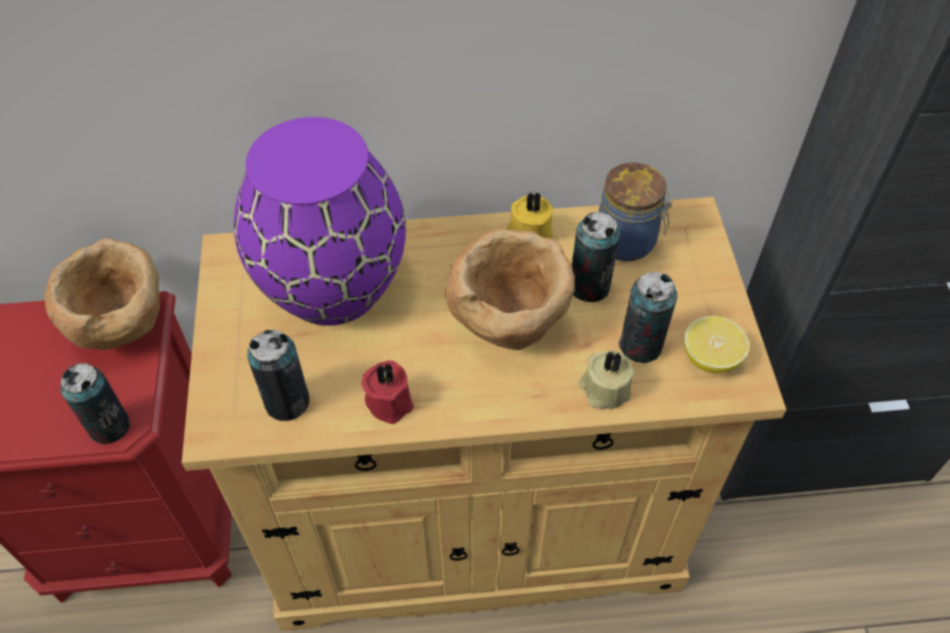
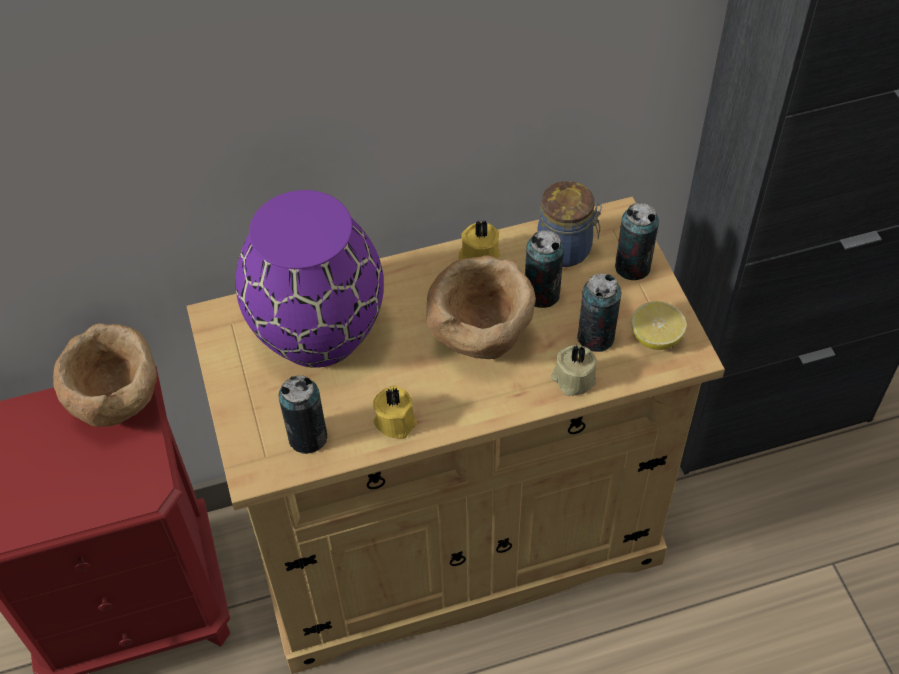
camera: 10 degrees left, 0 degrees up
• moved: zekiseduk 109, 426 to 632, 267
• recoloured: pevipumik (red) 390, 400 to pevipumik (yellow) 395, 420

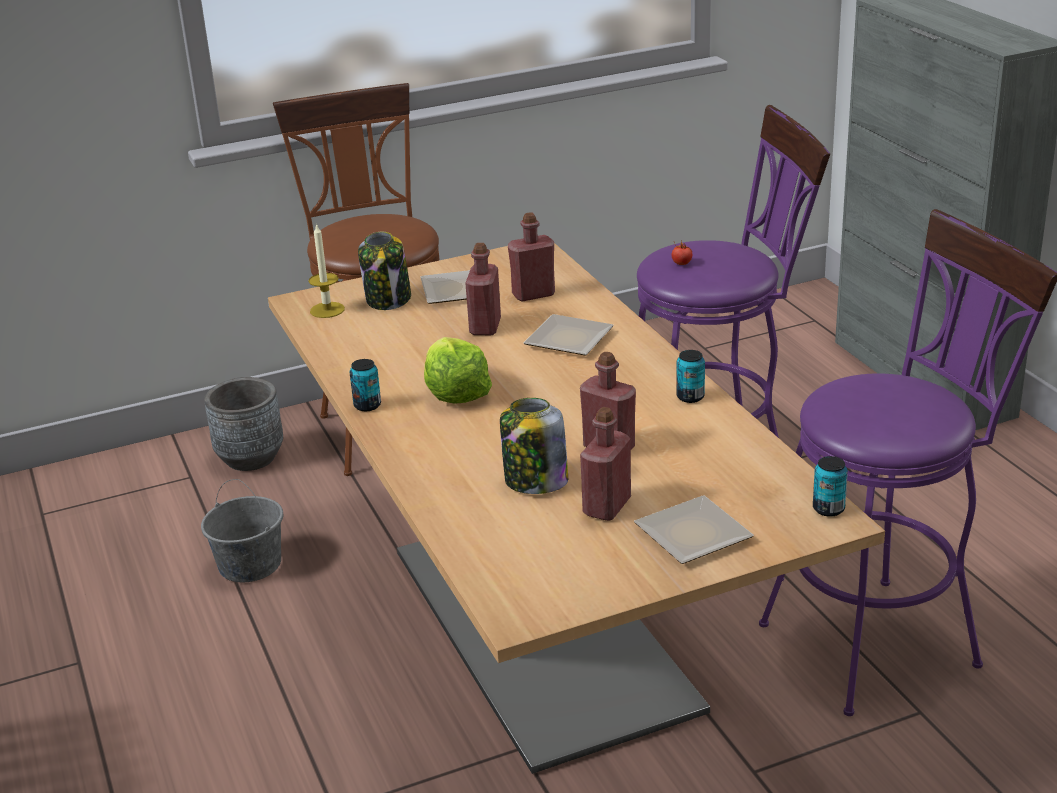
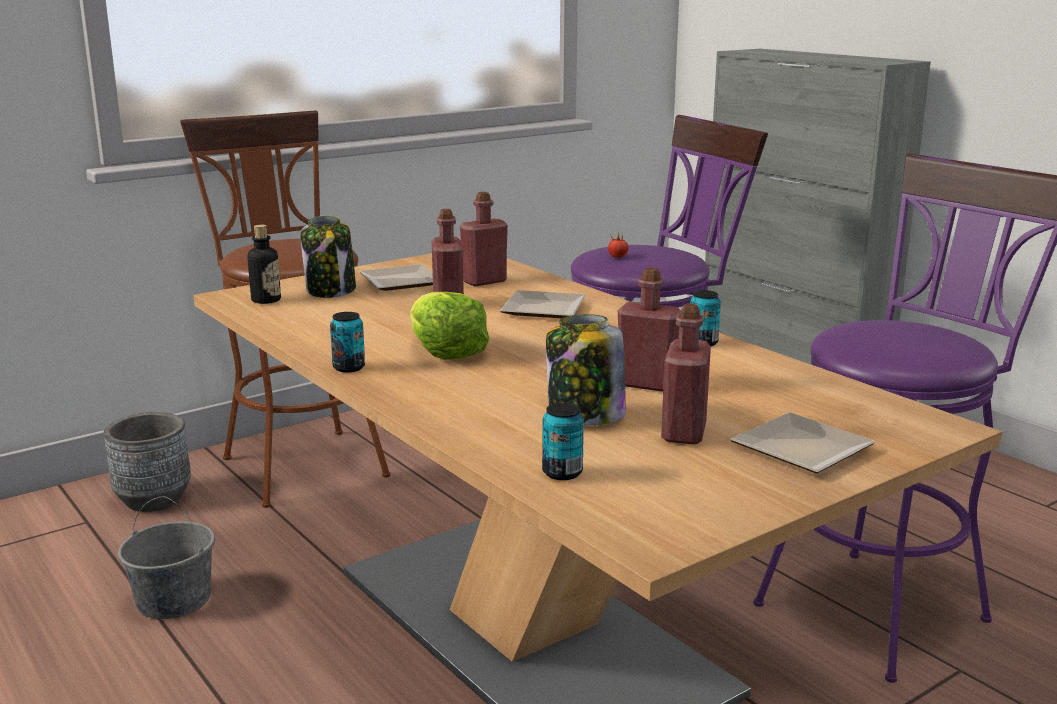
camera: 15 degrees left, 10 degrees down
• replaced: pevipumik 327, 310 to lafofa 266, 300
• moved: zekiseduk 828, 509 to 562, 472

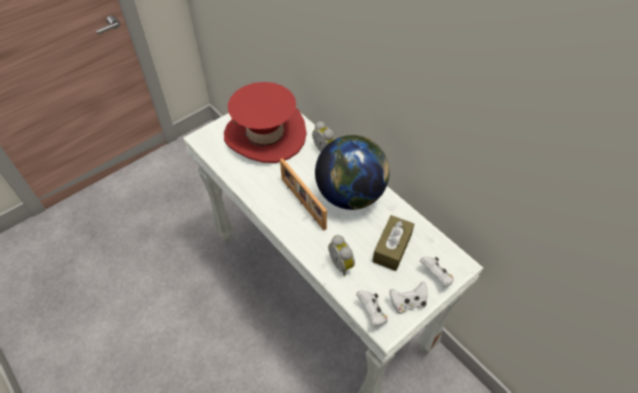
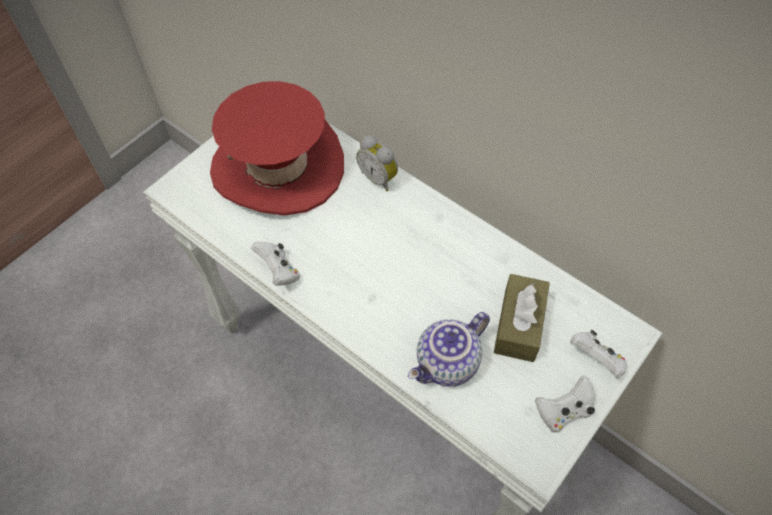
camera: 10 degrees left, 5 degrees up
• removed: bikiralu 302, 203
• removed: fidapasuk 350, 195
• replaced: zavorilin 342, 264 to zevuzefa 448, 364
• moved: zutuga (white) 372, 313 to 279, 271

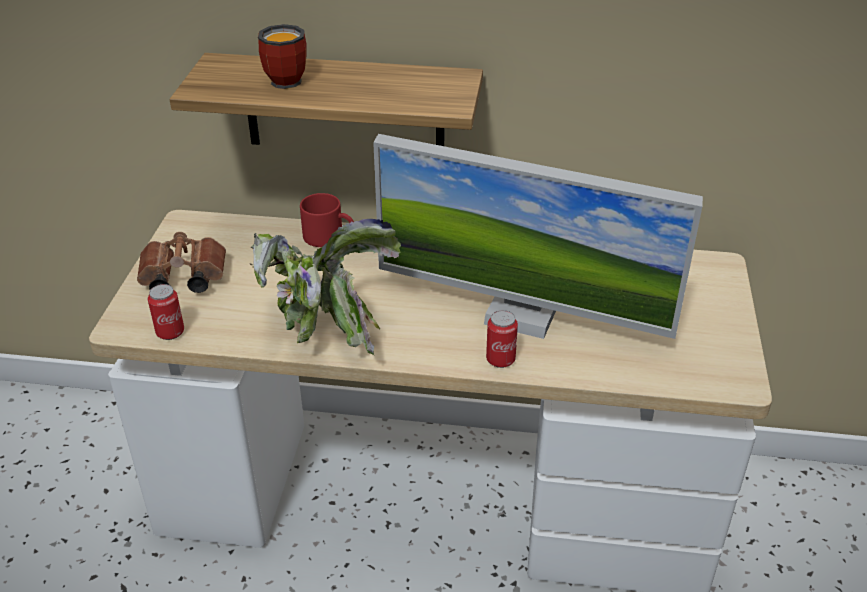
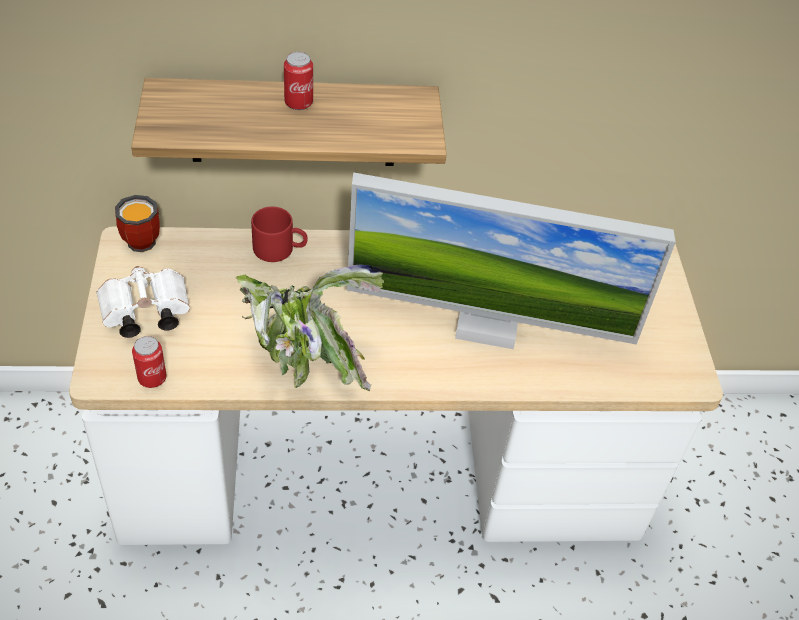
camera: 15 degrees left, 10 degrees up
• recoloured: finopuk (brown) 181, 280 to finopuk (white) 143, 314
• moved: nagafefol 286, 78 to 141, 238
• moved: zekiseduk 500, 359 to 298, 103

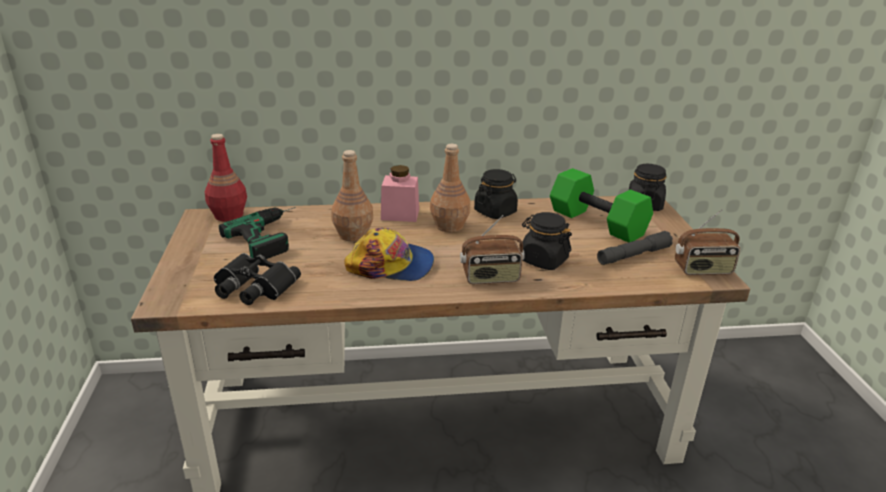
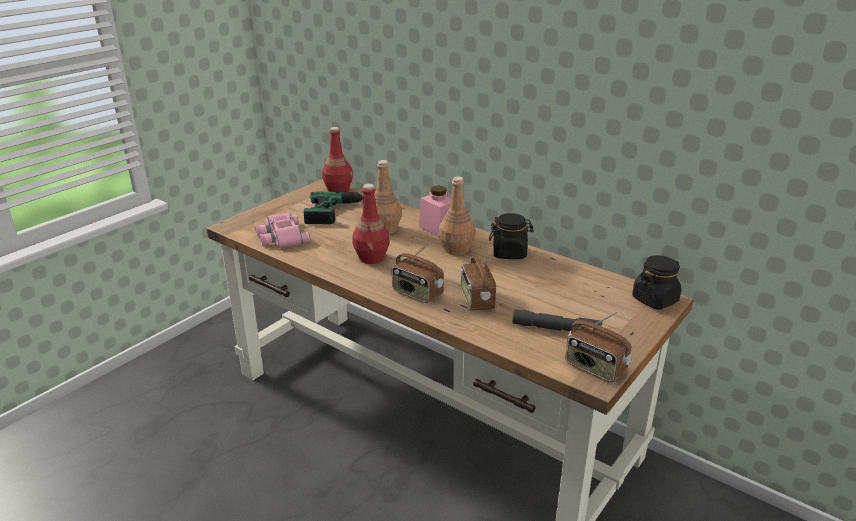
camera: 45 degrees right, 0 degrees up
• recoloured: finopuk (black) 252, 286 to finopuk (pink) 280, 236
• replaced: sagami 391, 265 to lafofa (red) 372, 257
• replaced: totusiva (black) 543, 260 to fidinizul 476, 300
• removed: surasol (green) 595, 223

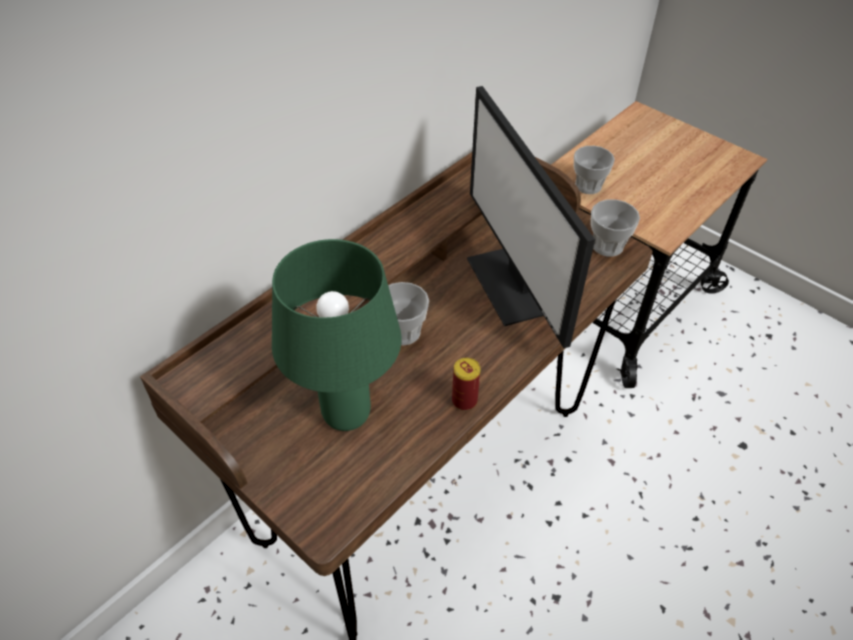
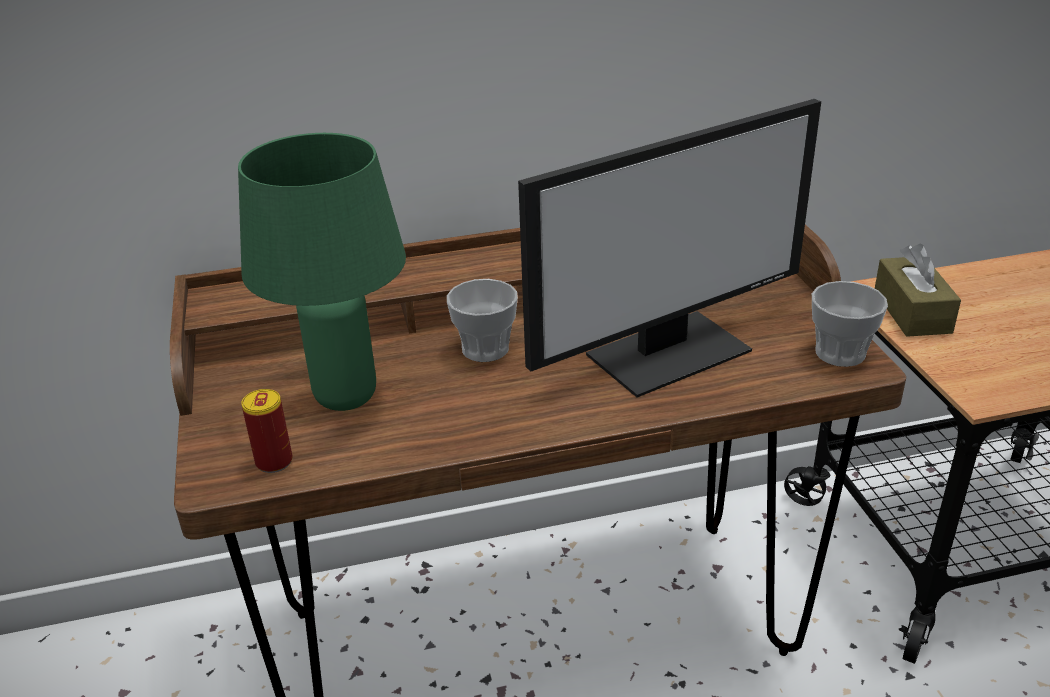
camera: 35 degrees right, 15 degrees down
• moved: zekiseduk 464, 400 to 274, 461
• turned: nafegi 515, 284 = 668, 351 135 degrees counterclockwise
• replaced: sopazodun 588, 186 to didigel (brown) 912, 312

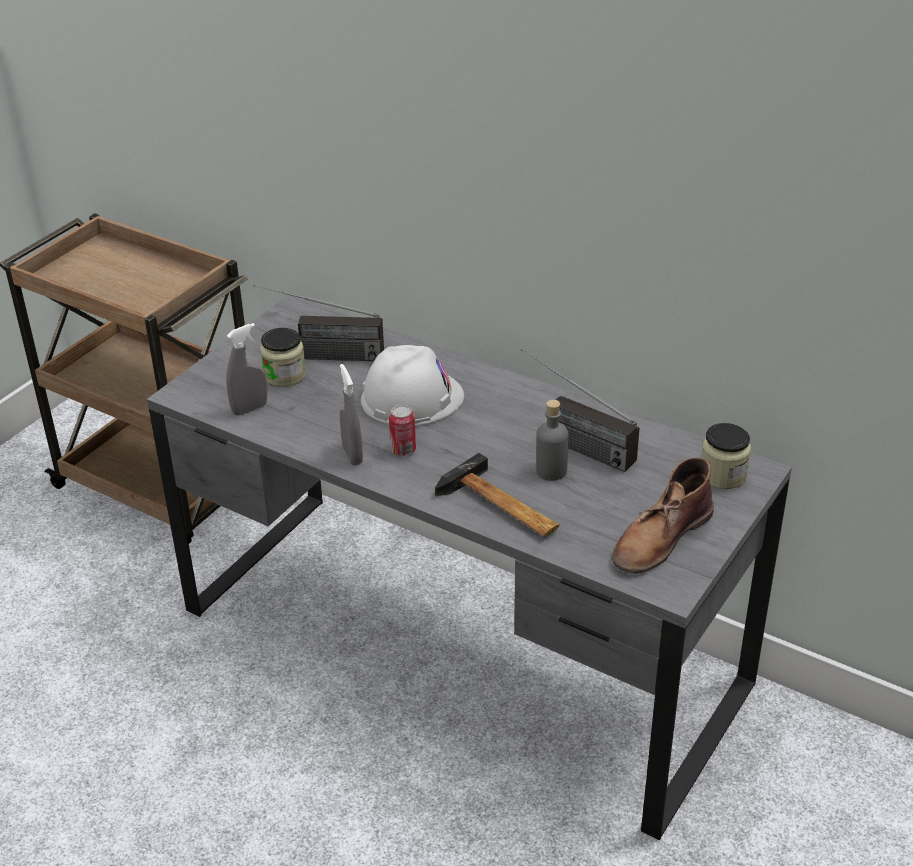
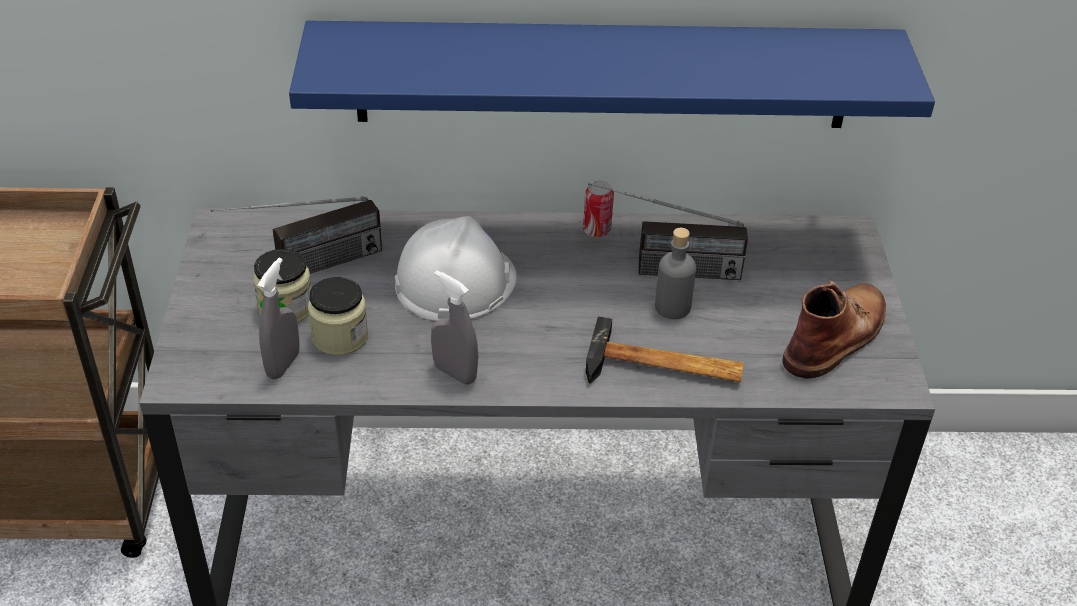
camera: 35 degrees left, 5 degrees up
• moved: zekiseduk 403, 450 to 596, 230
• turned: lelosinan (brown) 660, 537 = 836, 335 150 degrees counterclockwise
• moved: totusiva 722, 475 to 340, 337
• added: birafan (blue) 603, 75

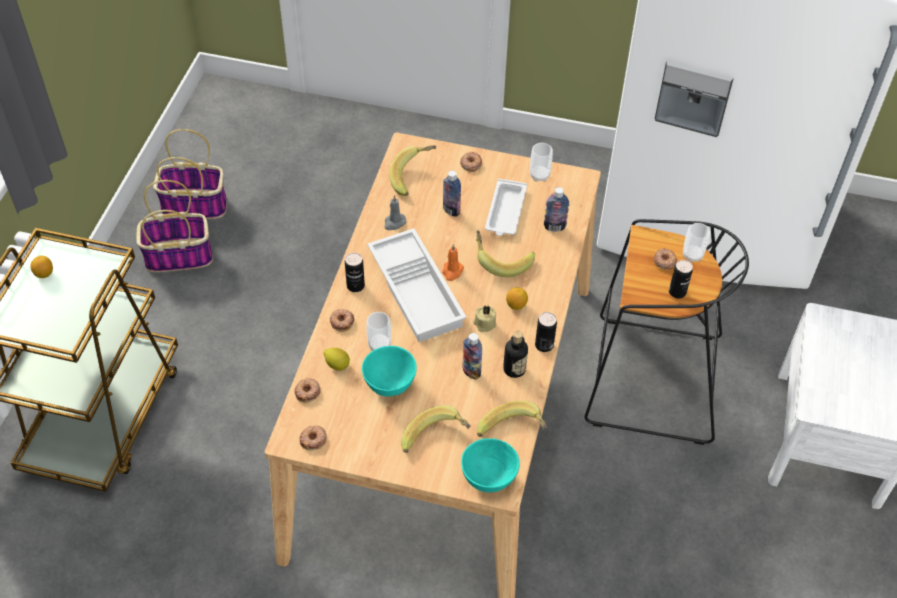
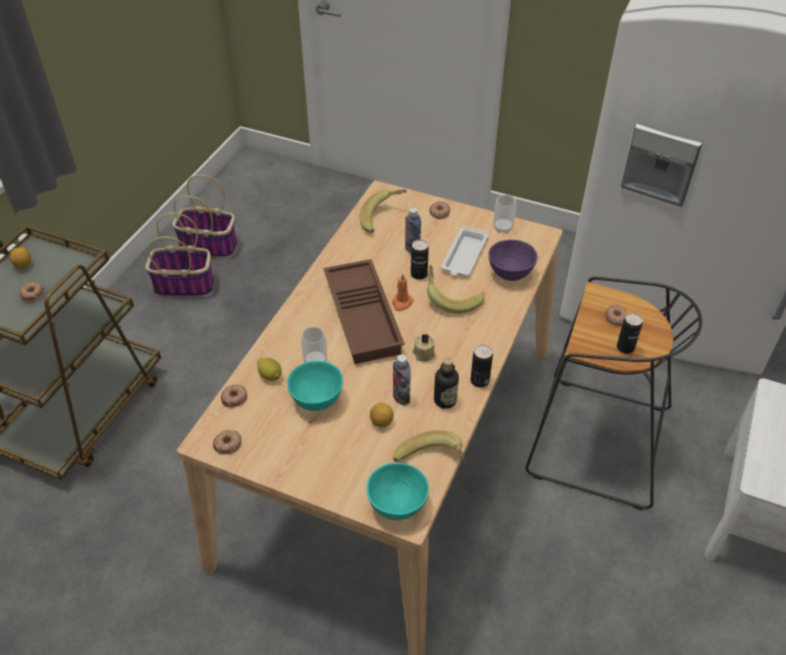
camera: 10 degrees right, 5 degrees down
• moved: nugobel 342, 321 to 32, 294
• moved: zekiseduk 355, 286 to 419, 274
• recoloured: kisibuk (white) 418, 290 to kisibuk (brown) 364, 316
• removed: pevipumik (grey) 394, 223
• removed: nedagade 436, 440
• moved: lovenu 516, 305 to 381, 422
• replaced: lafofa 554, 227 to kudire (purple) 509, 274
• removed: sopazodun 692, 255

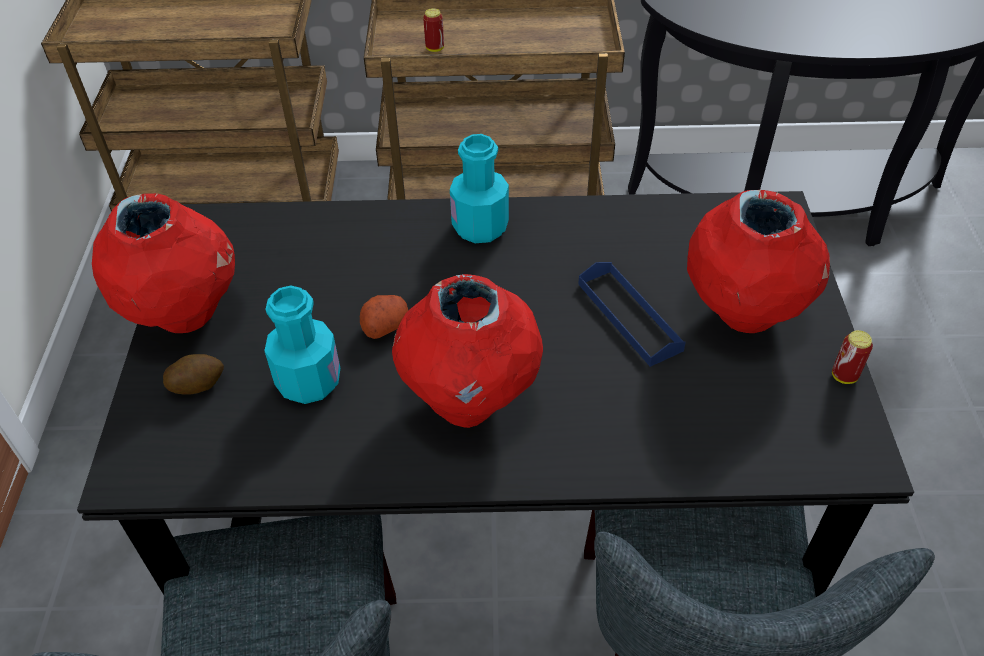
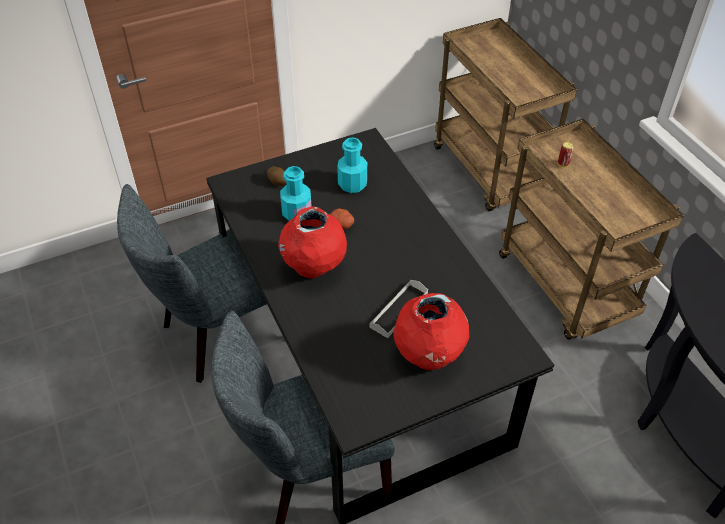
camera: 65 degrees right, 0 degrees up
• removed: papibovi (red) 185, 314
• moved: lafofa (turquoise) 480, 227 to 352, 184
• recoloured: kisibuk (blue) 629, 316 to kisibuk (grey) 399, 310
• removed: zekiseduk 844, 376

